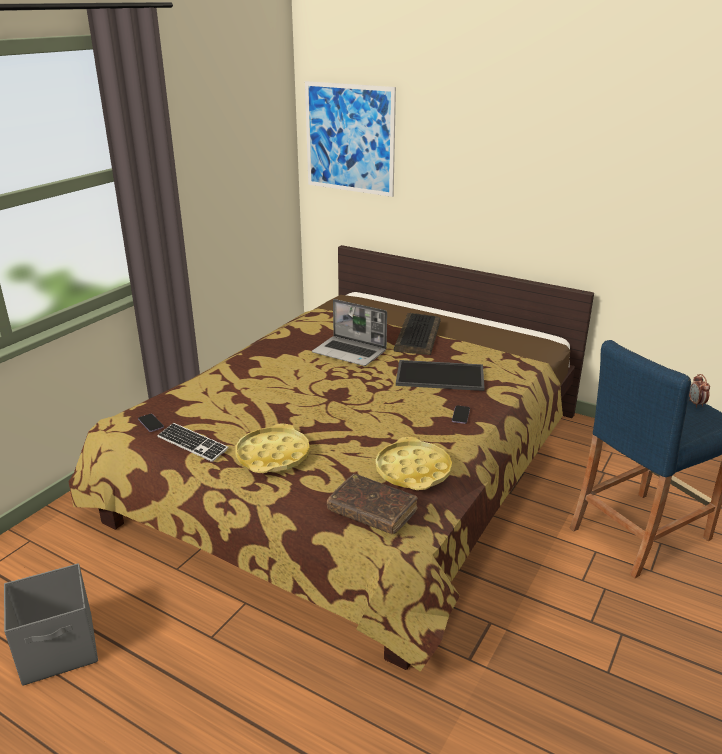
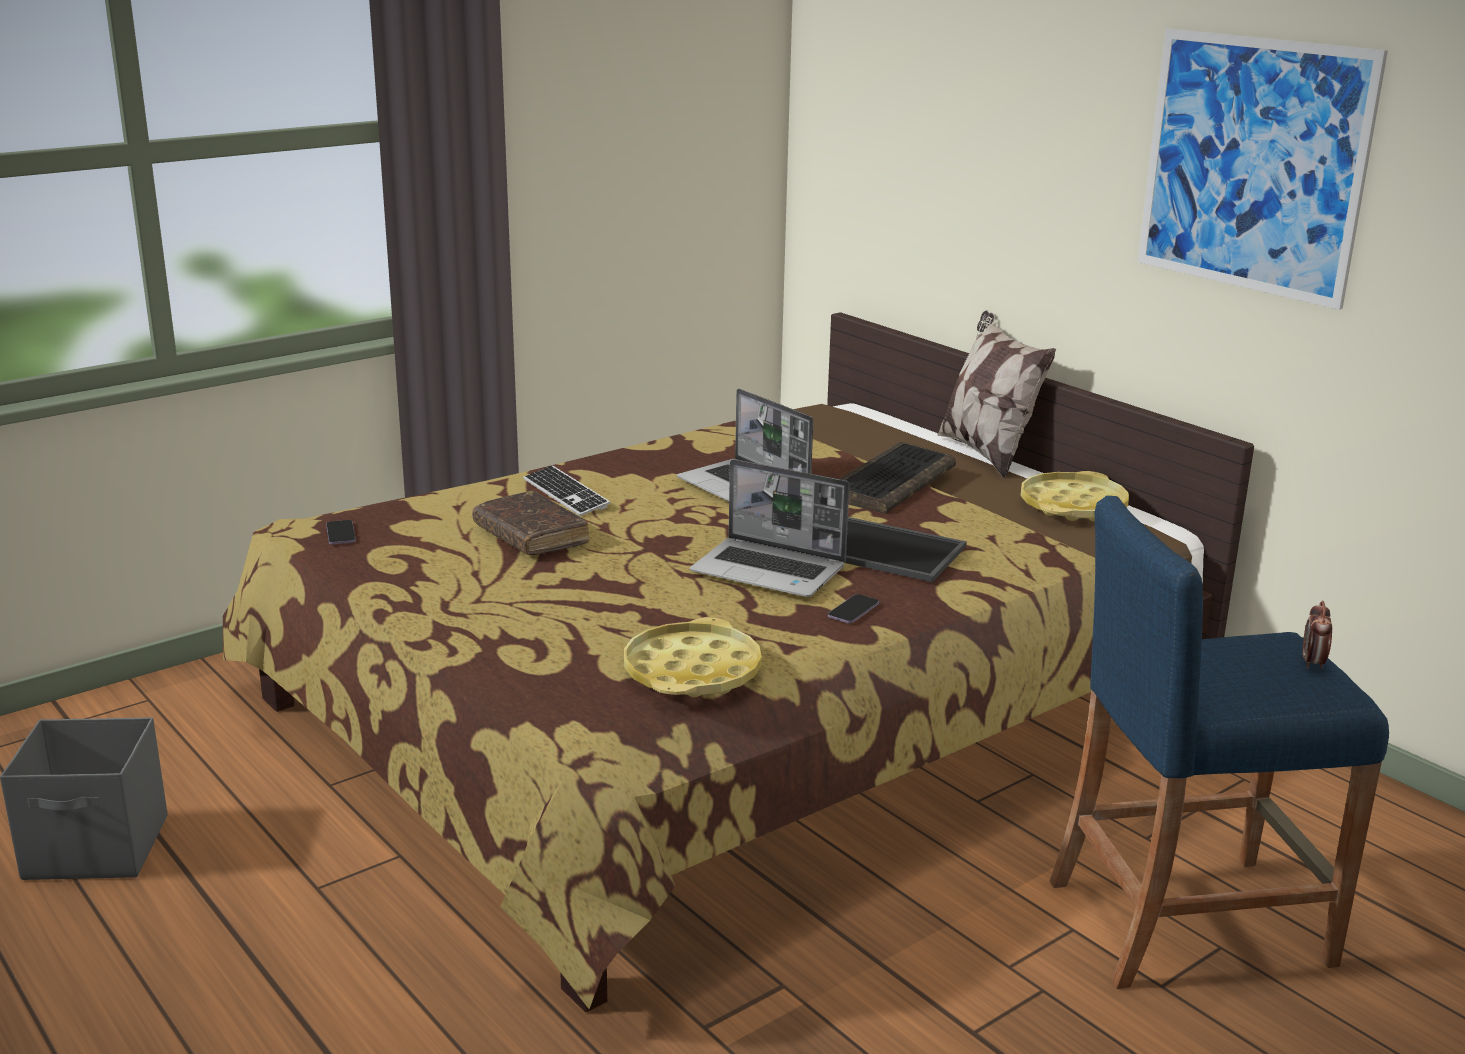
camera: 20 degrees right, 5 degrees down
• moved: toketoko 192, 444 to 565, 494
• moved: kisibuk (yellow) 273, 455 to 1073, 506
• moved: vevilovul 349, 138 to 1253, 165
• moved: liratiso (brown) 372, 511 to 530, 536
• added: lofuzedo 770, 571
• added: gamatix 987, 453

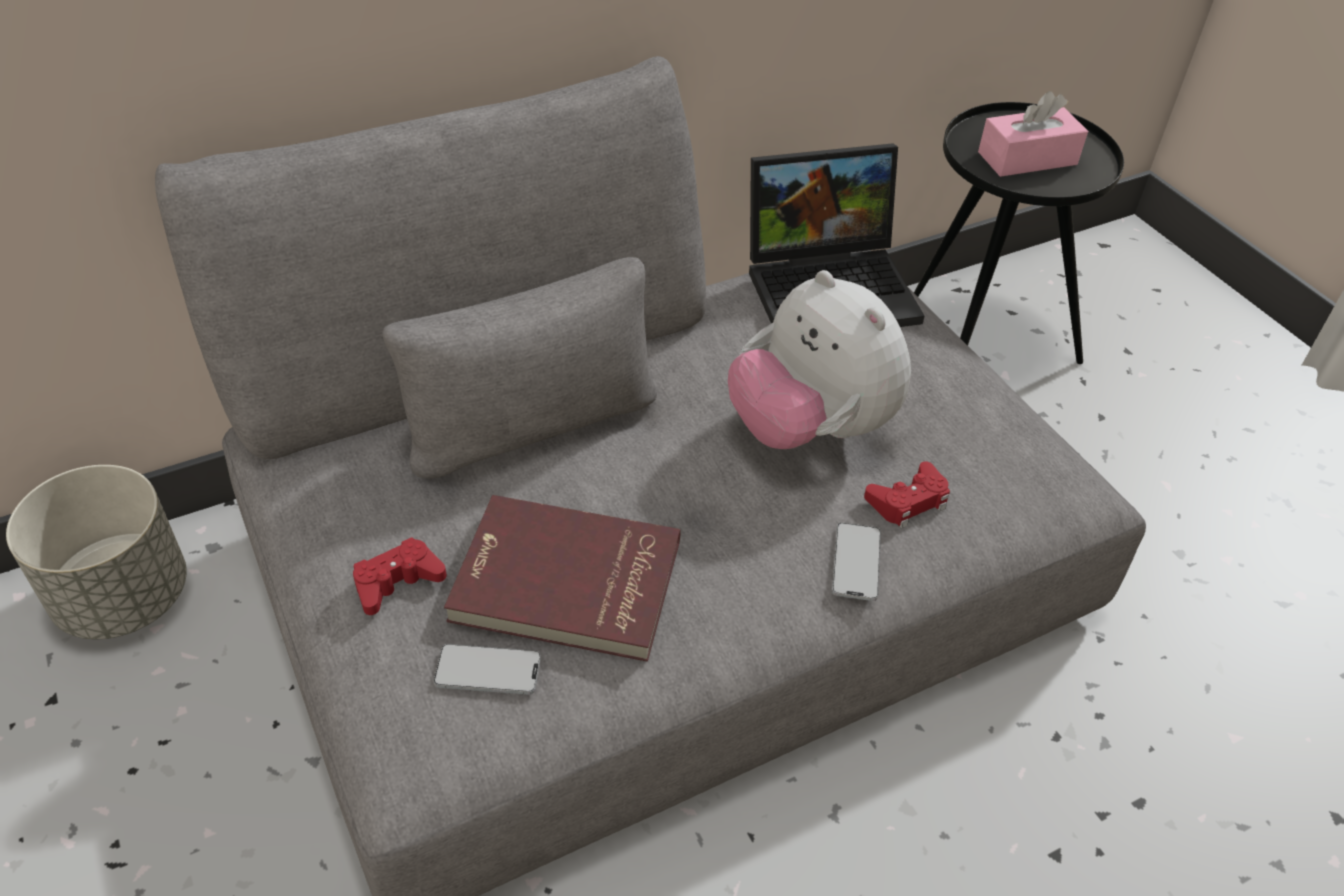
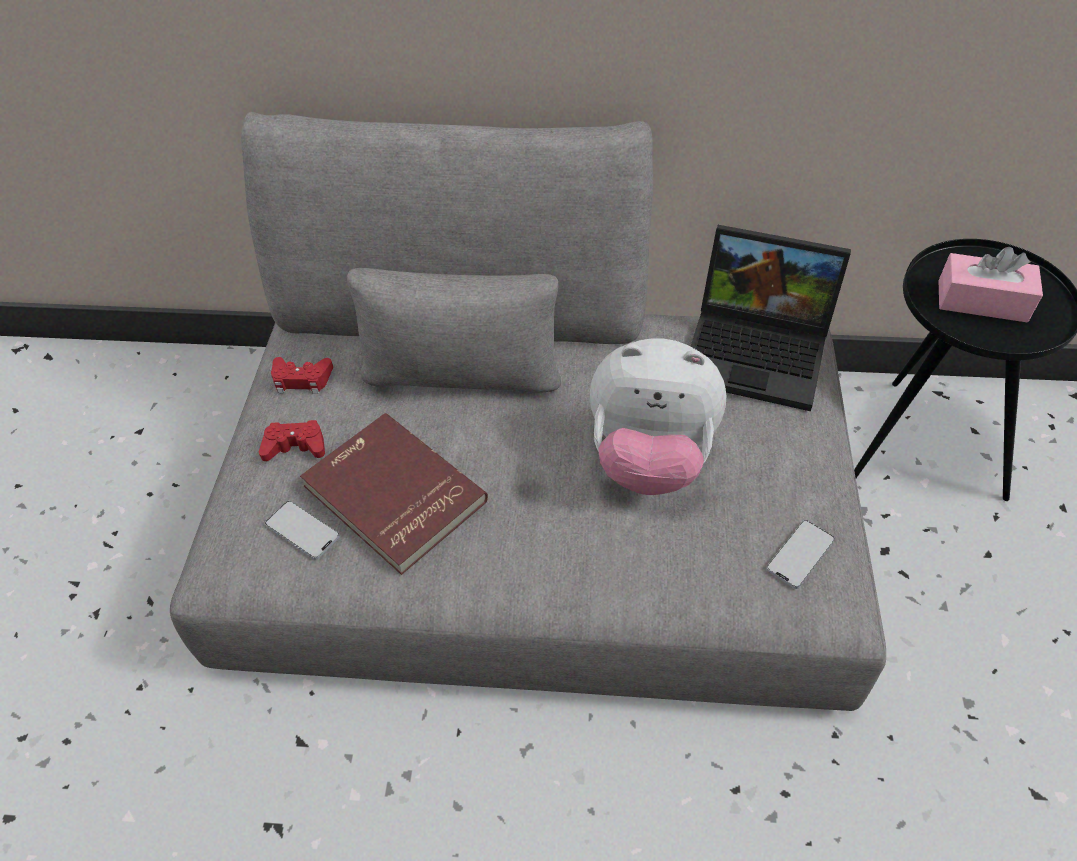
camera: 35 degrees right, 5 degrees up
• removed: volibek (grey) 124, 596
• turned: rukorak 810, 428 = 649, 458 75 degrees counterclockwise
• moved: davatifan 856, 562 to 800, 555
• moved: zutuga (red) 908, 501 to 302, 379

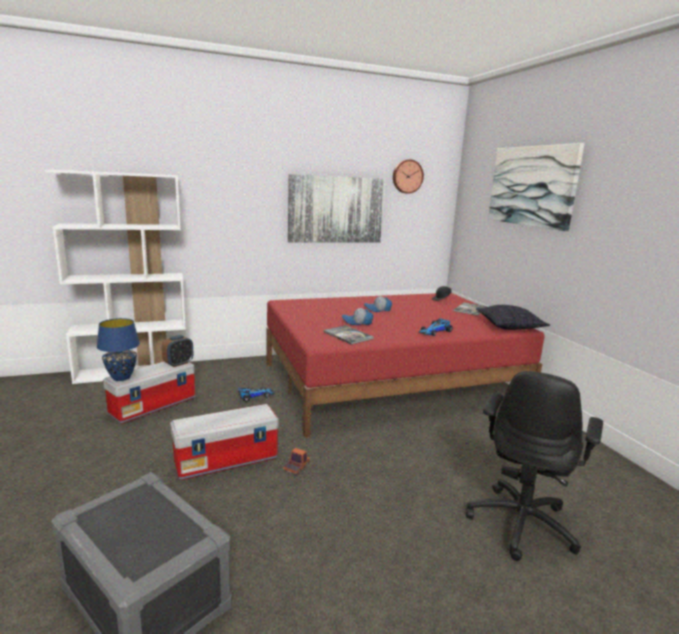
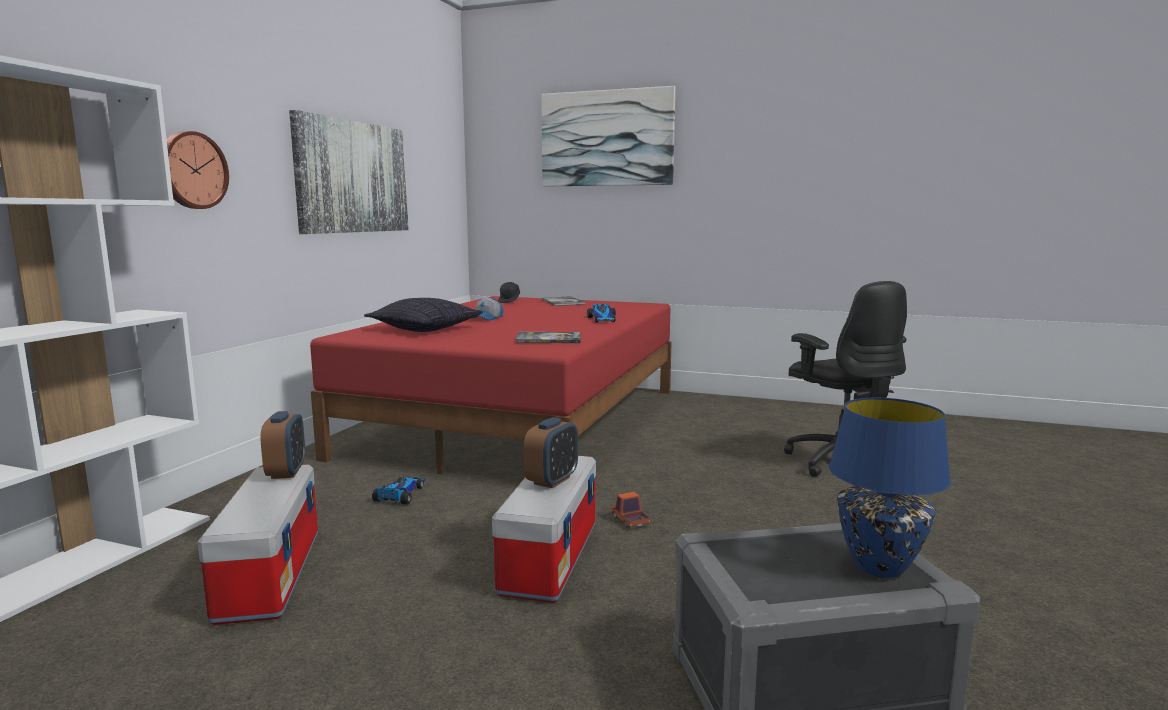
camera: 50 degrees left, 5 degrees down
• moved: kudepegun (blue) 122, 378 to 879, 566
• removed: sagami 357, 323
• moved: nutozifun 407, 176 to 191, 170
• moved: gamatix 509, 326 to 425, 329
• added: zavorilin 552, 480

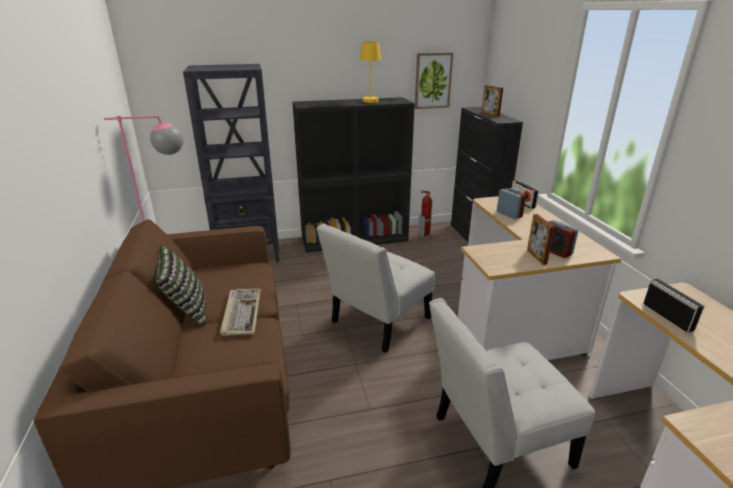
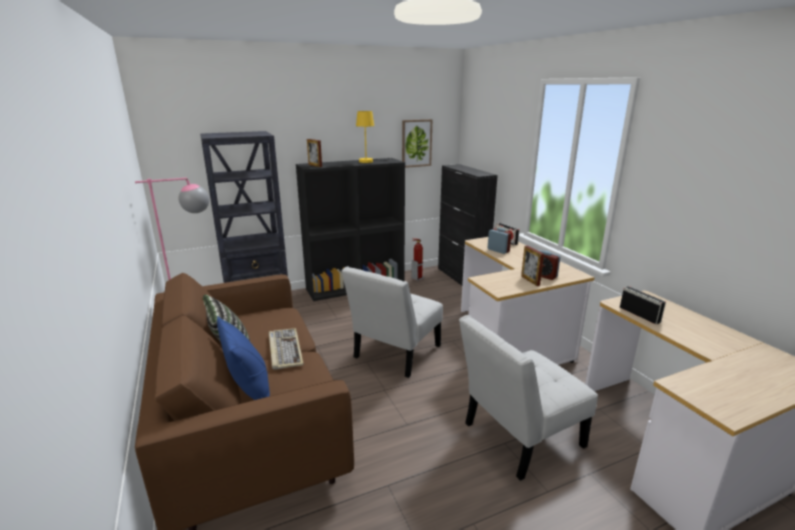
camera: 10 degrees left, 5 degrees down
• moved: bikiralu 490, 115 to 315, 165
• added: gamatix (blue) 249, 390

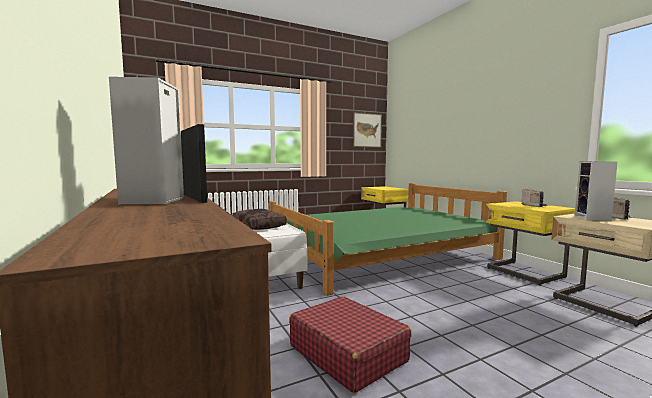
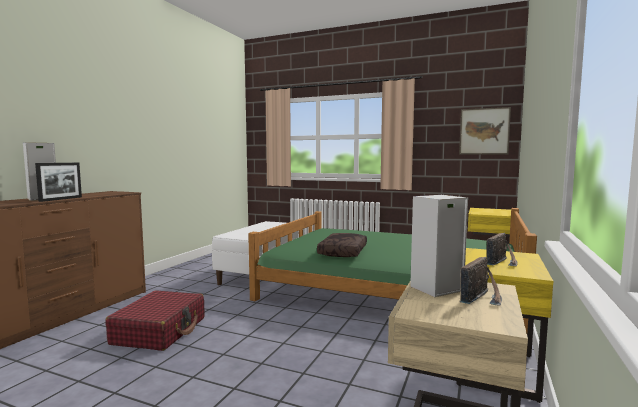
camera: 50 degrees right, 0 degrees up
• moved: gamatix (brown) 259, 226 to 344, 252

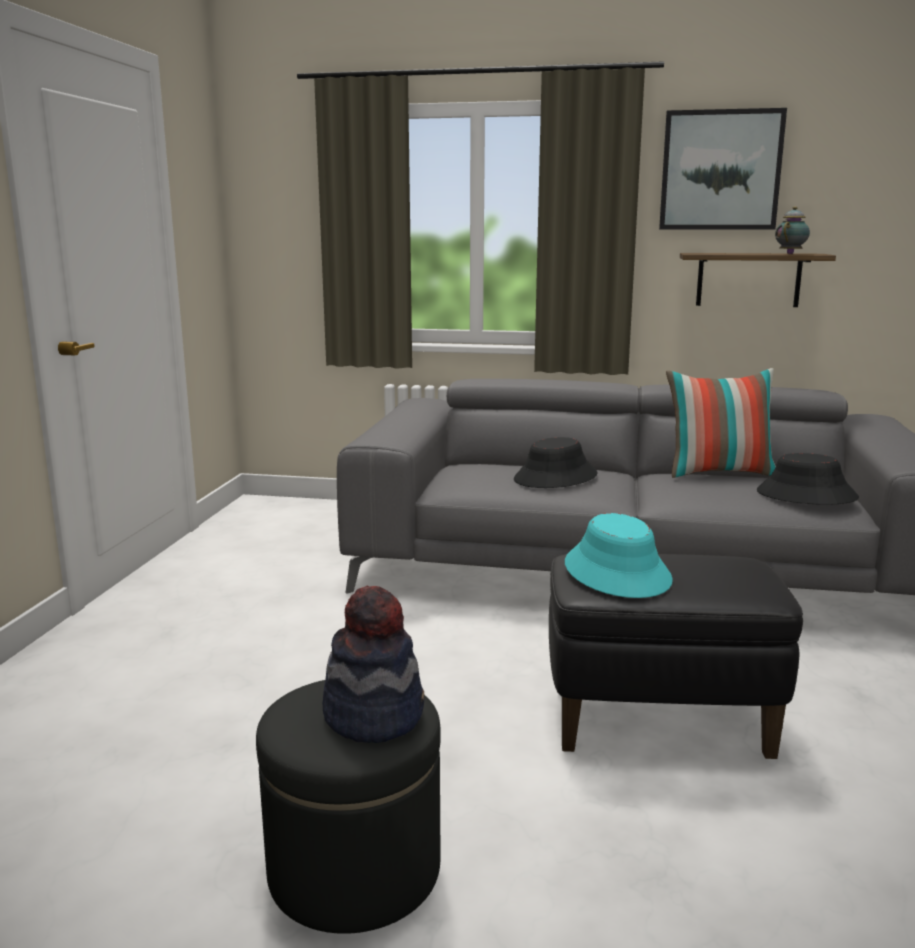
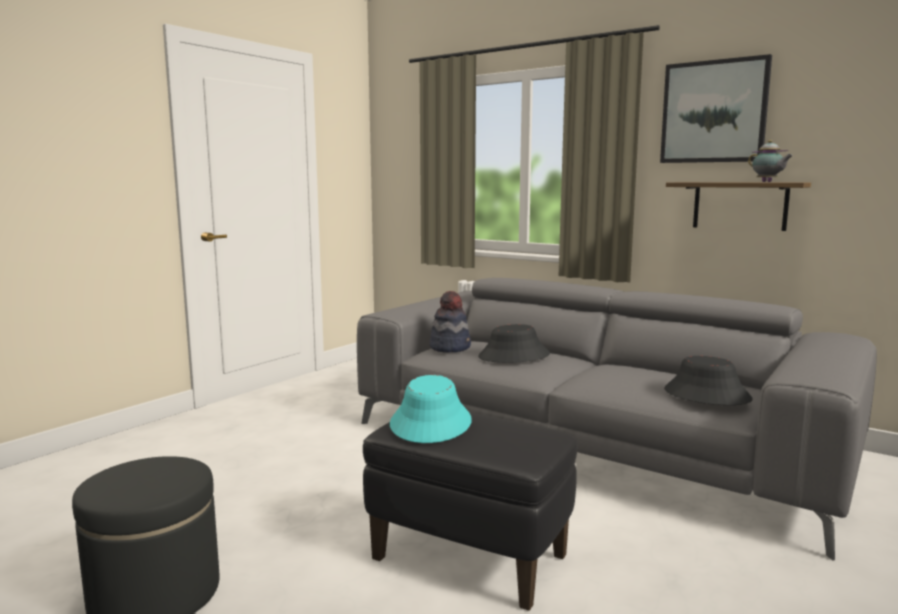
camera: 25 degrees right, 5 degrees down
• moved: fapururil 374, 715 to 450, 347
• removed: gamatix 719, 473
• turned: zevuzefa 791, 254 = 767, 182 90 degrees clockwise

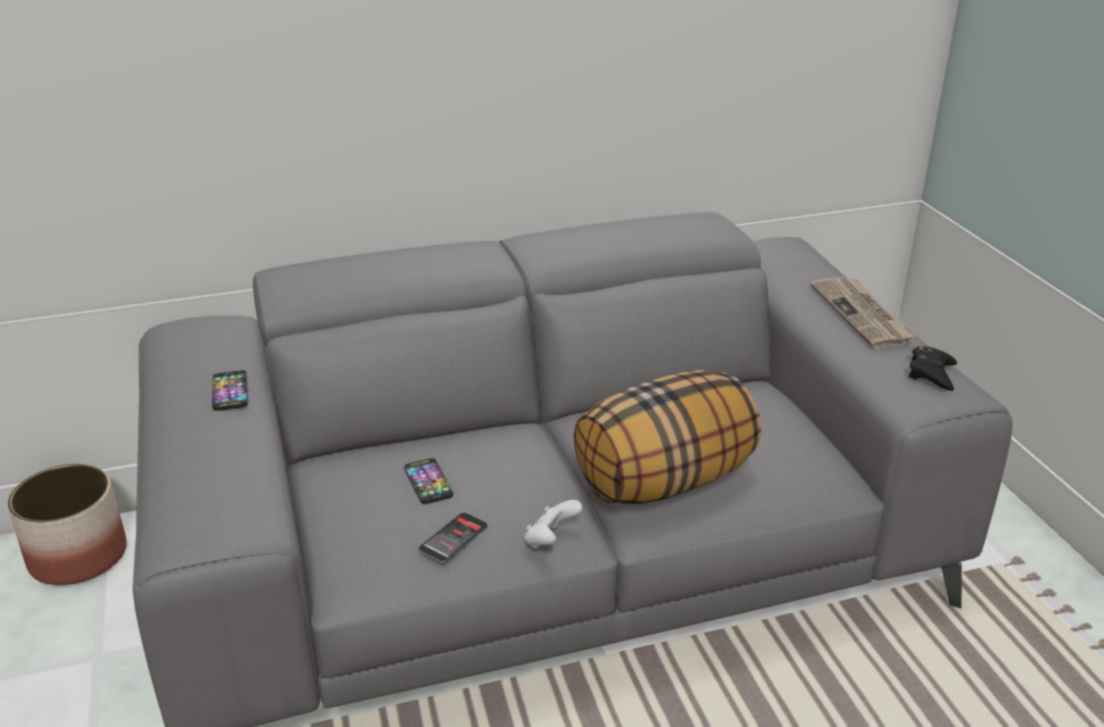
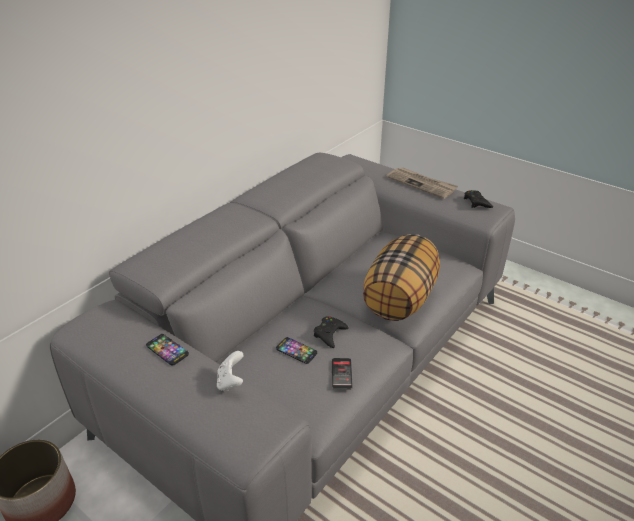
camera: 35 degrees left, 5 degrees up
• moved: zutuga (white) 551, 540 to 231, 382
• added: zutuga (black) 329, 334

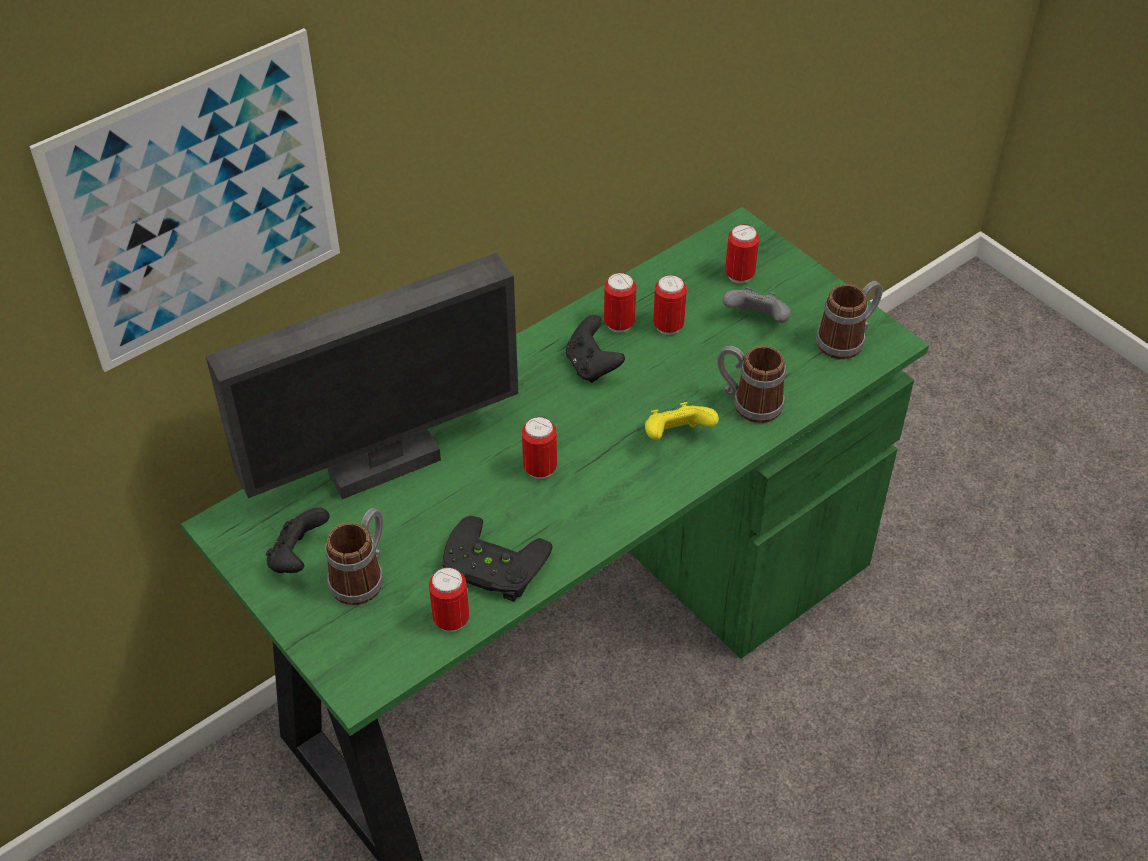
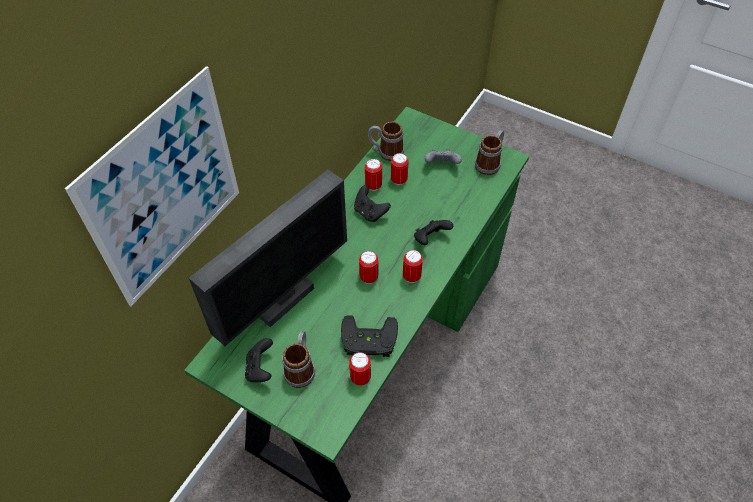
camera: 20 degrees left, 5 degrees up
• recoloured: zutuga (yellow) 676, 436 to zutuga (black) 430, 239
• moved: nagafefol 748, 402 to 386, 152
• moved: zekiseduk 739, 275 to 411, 276

